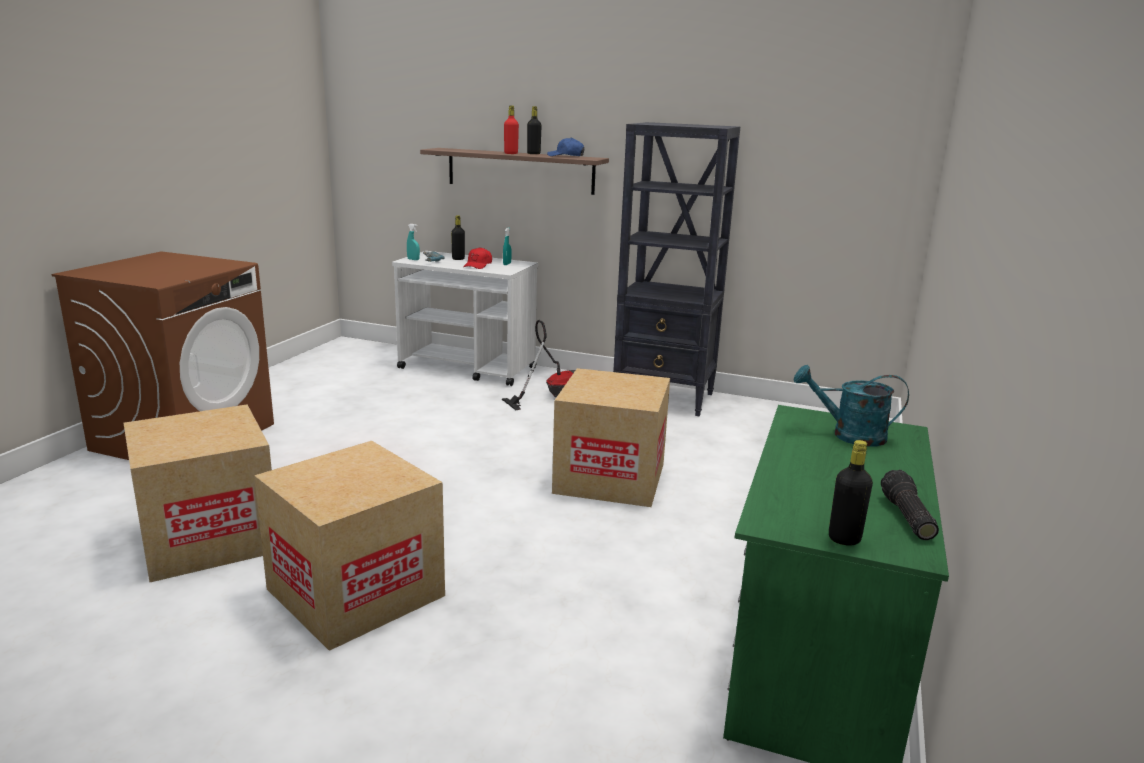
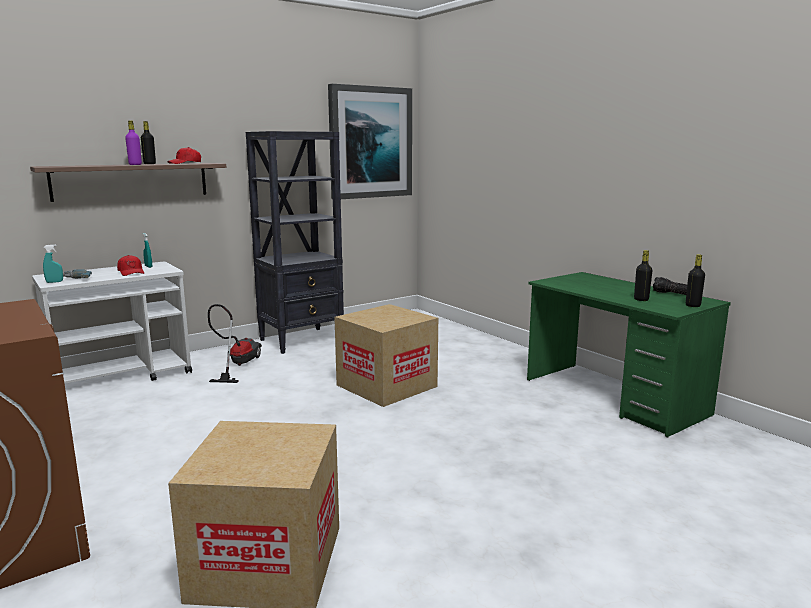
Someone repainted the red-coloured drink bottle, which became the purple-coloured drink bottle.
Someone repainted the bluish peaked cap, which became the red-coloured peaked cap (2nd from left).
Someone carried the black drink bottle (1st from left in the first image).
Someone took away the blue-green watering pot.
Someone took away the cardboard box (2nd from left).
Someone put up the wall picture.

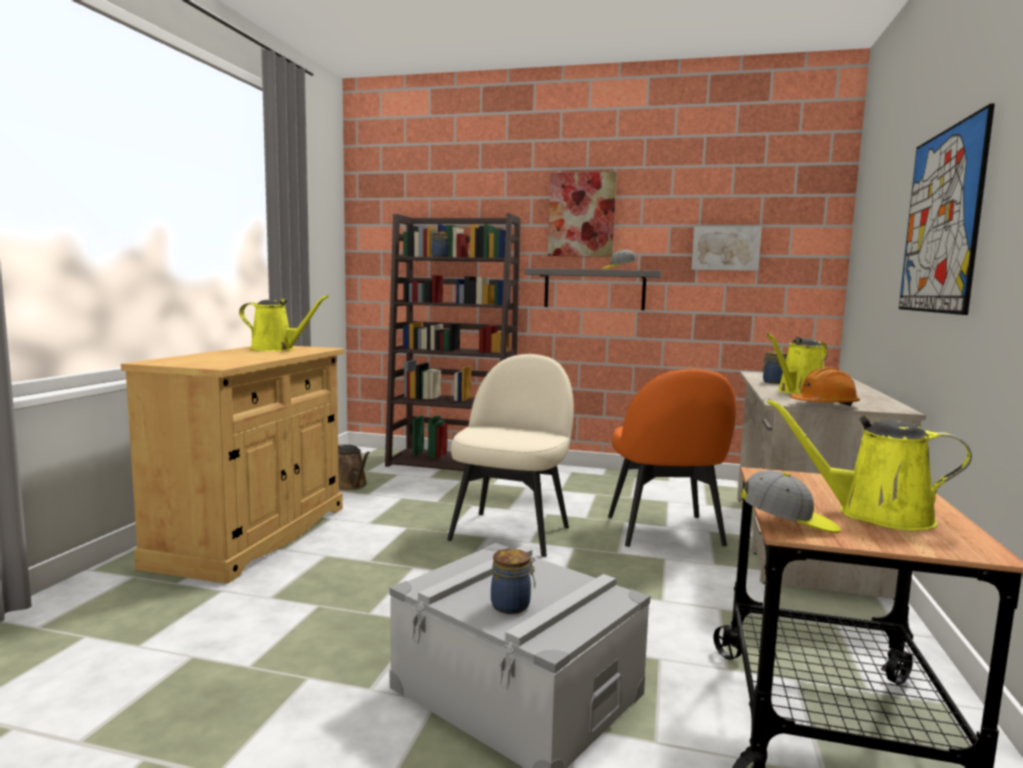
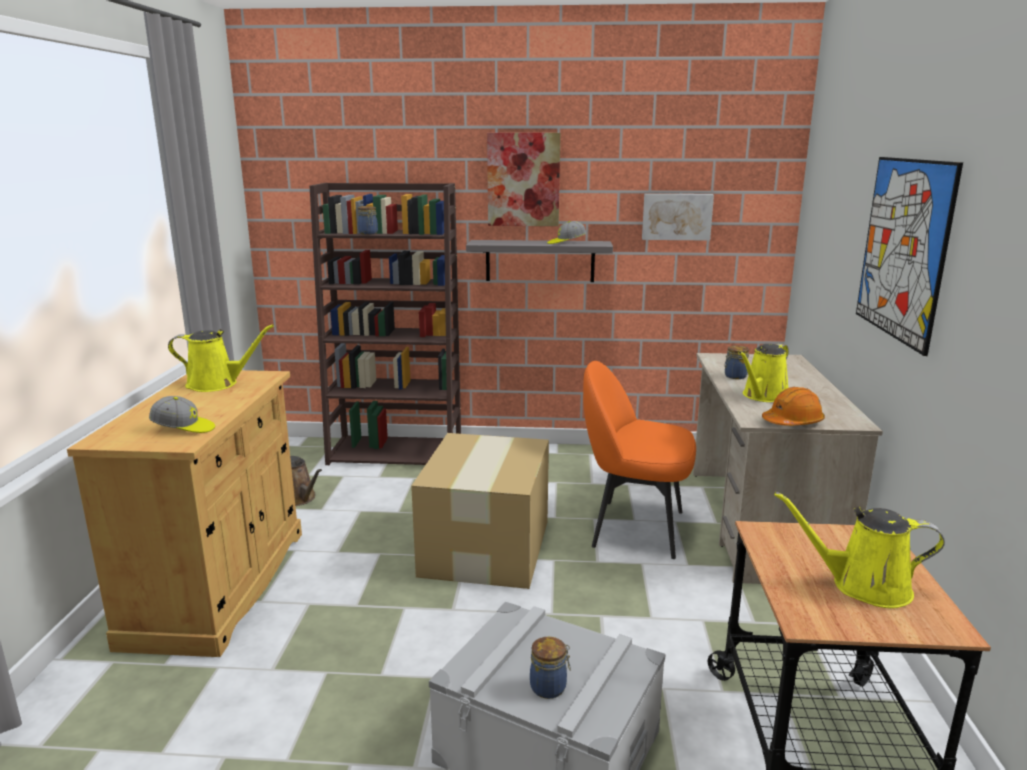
Someone swapped the beige-coloured upright chair for the cardboard box.
Someone rotated the orangey upright chair by 120 degrees clockwise.
Someone carried the peaked cap (2nd from left in the first image).

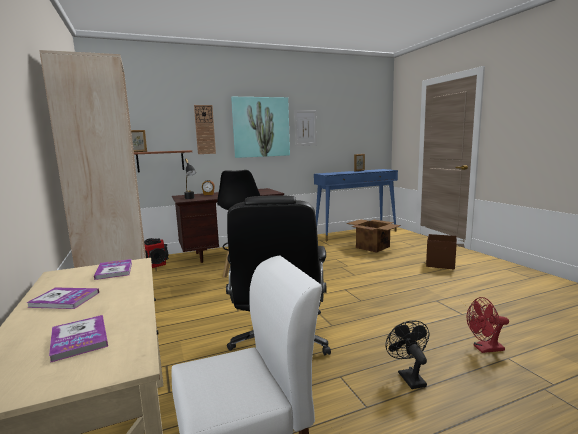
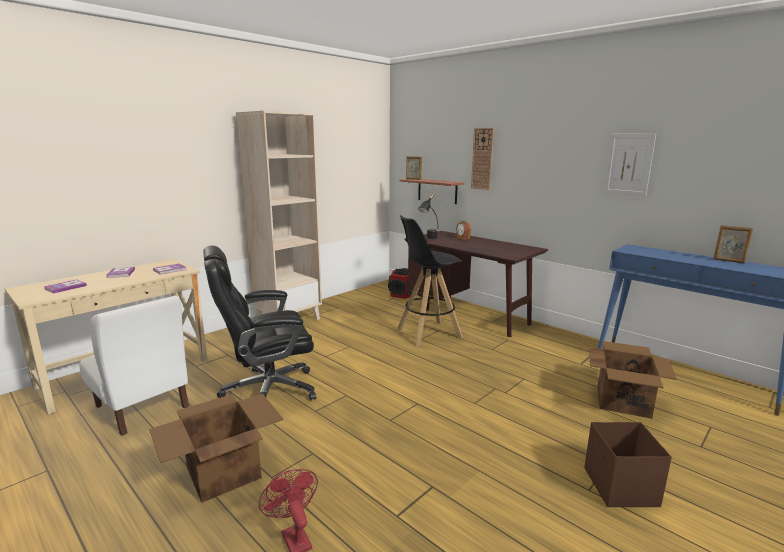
Someone took away the wall picture (1st from left).
Someone swapped the black fan for the cardboard box (1st from left).

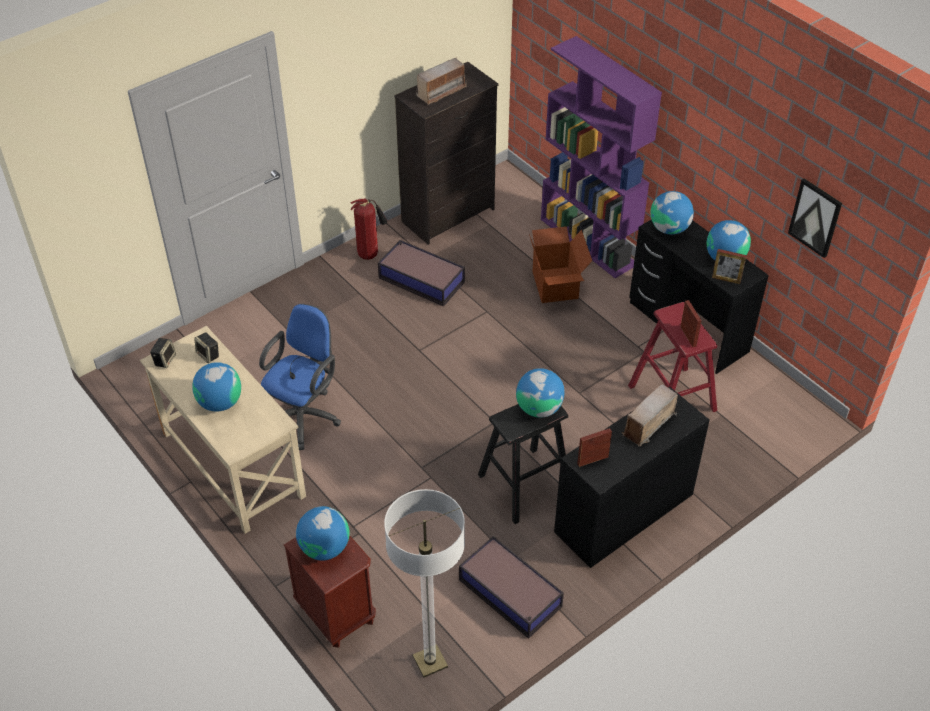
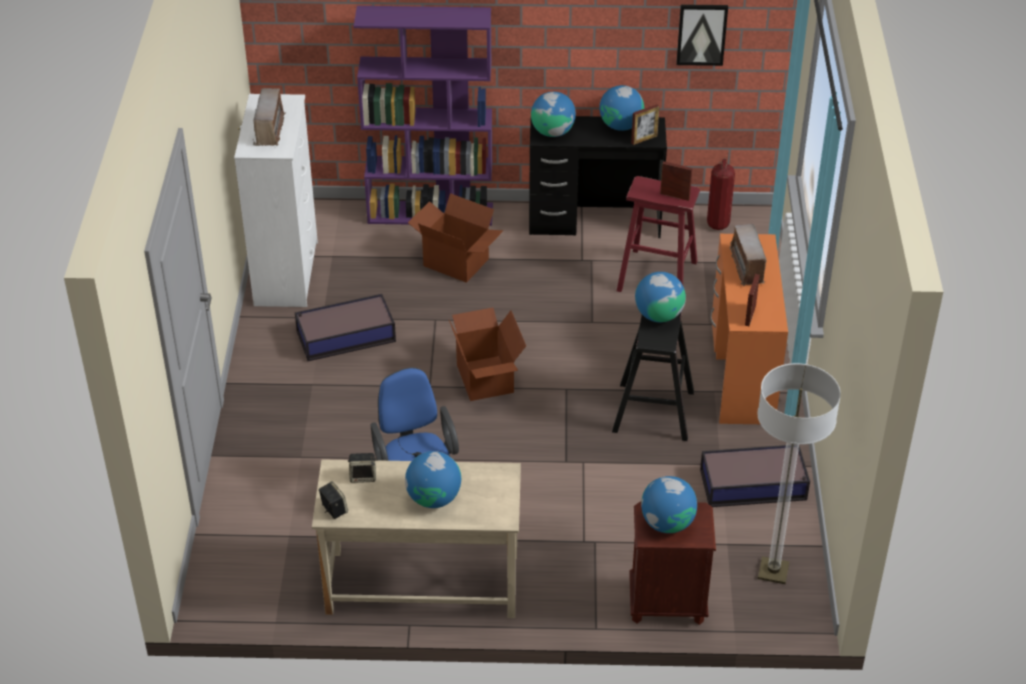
Someone repainted the black chest of drawers, which became the white-coloured chest of drawers.
Someone carried the extinguisher.
Someone repainted the black desk unit (1st from left), which became the orangey desk unit.
Someone put down the cardboard box (2nd from left).

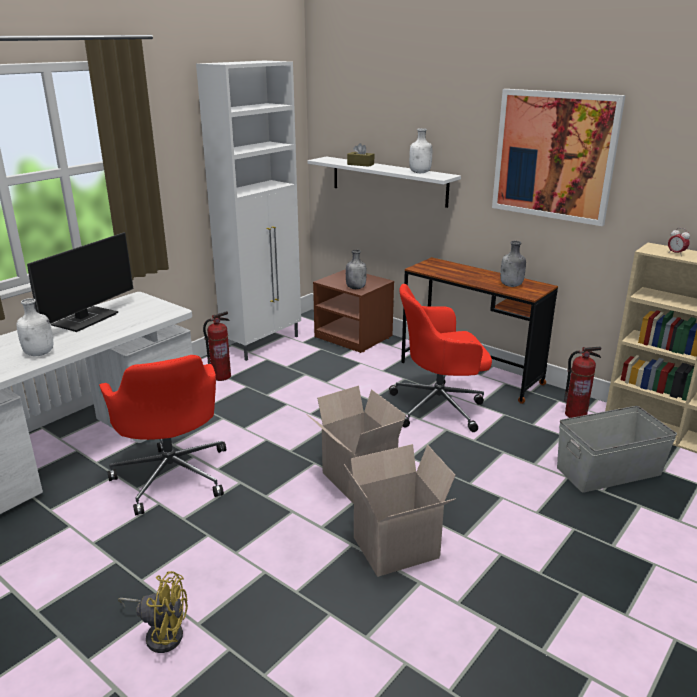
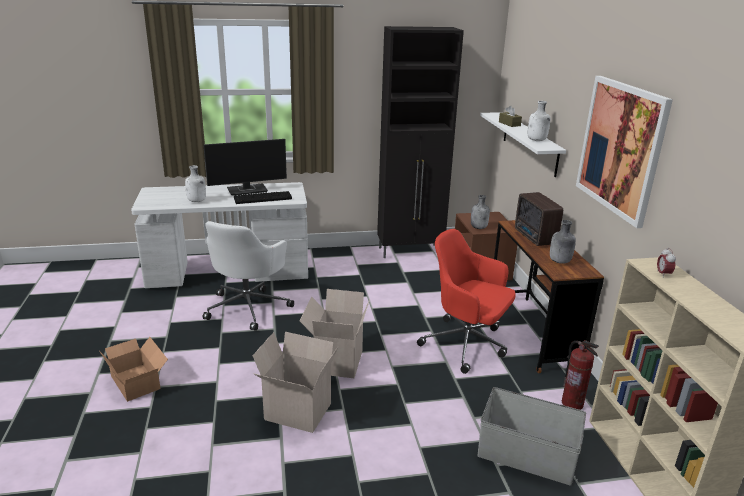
Someone repainted the white-coloured cabinet, which became the black cabinet.
Someone took away the extinguisher (1st from left).
Someone repainted the red-coloured desk chair (1st from left), which became the white-coloured desk chair.
Someone swapped the yellow fan for the cardboard box (1st from left).
Someone put down the computer keyboard.
Someone put down the radio receiver.

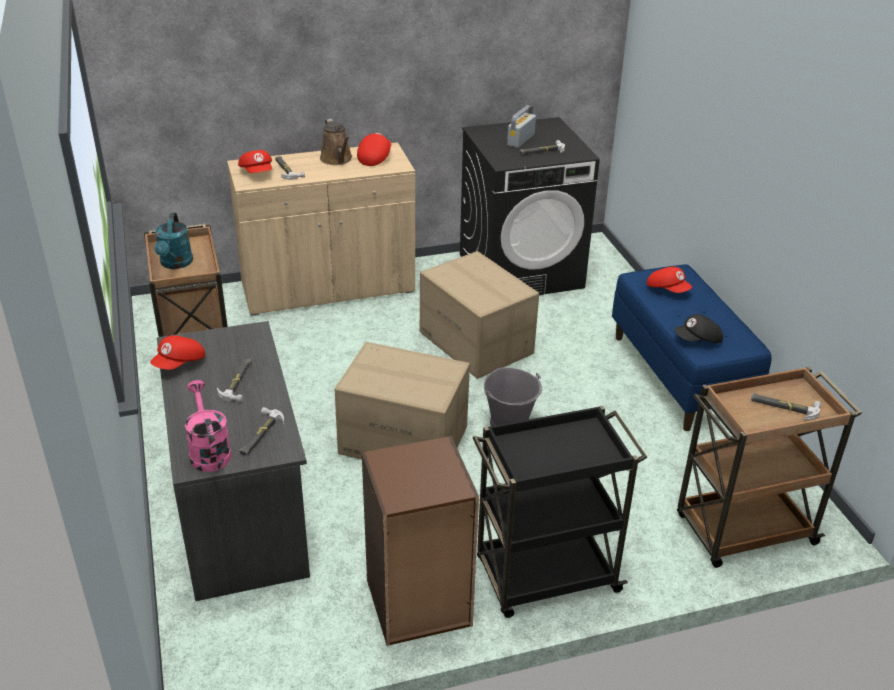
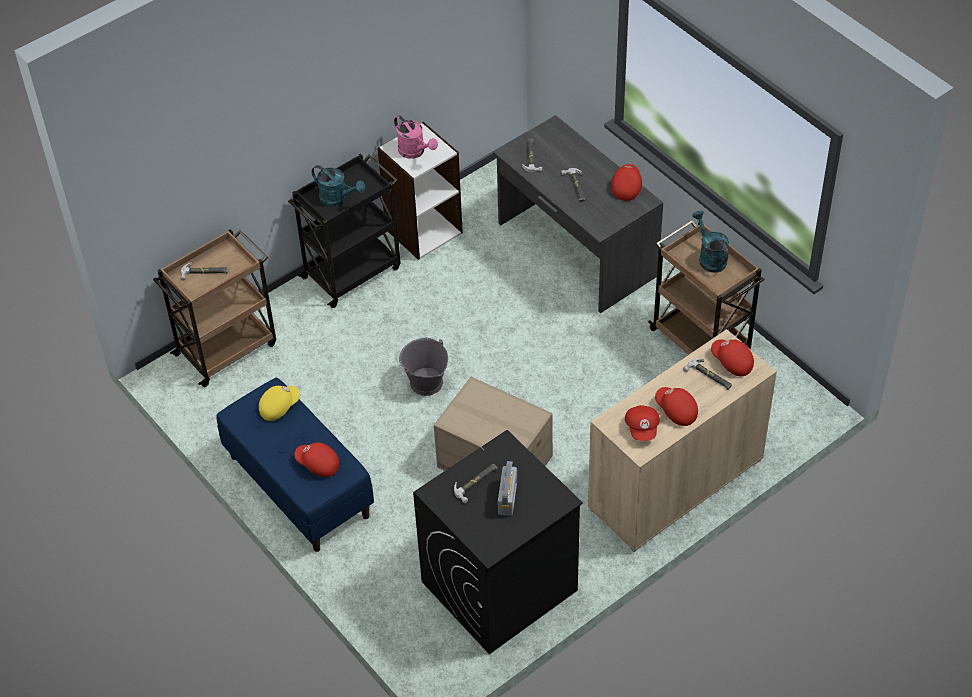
Someone swapped the brownish watering pot for the red-coloured peaked cap (4th from left).
Someone repainted the black peaked cap, which became the yellow peaked cap.
Someone took away the cardboard box (1st from left).
Someone carried the pink-coloured watering pot.
Someone repainted the brownish shelving unit, which became the white-coloured shelving unit.
Someone put down the blue-green watering pot (1st from left).

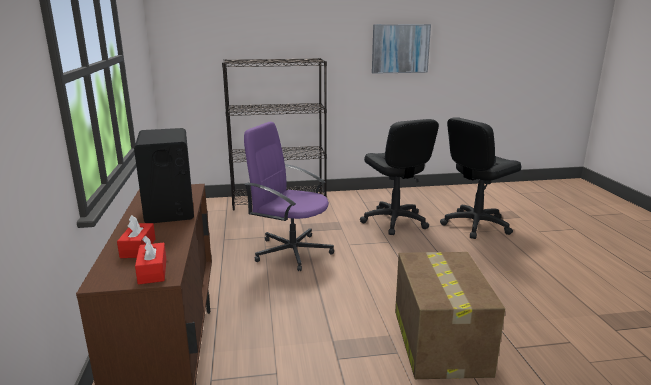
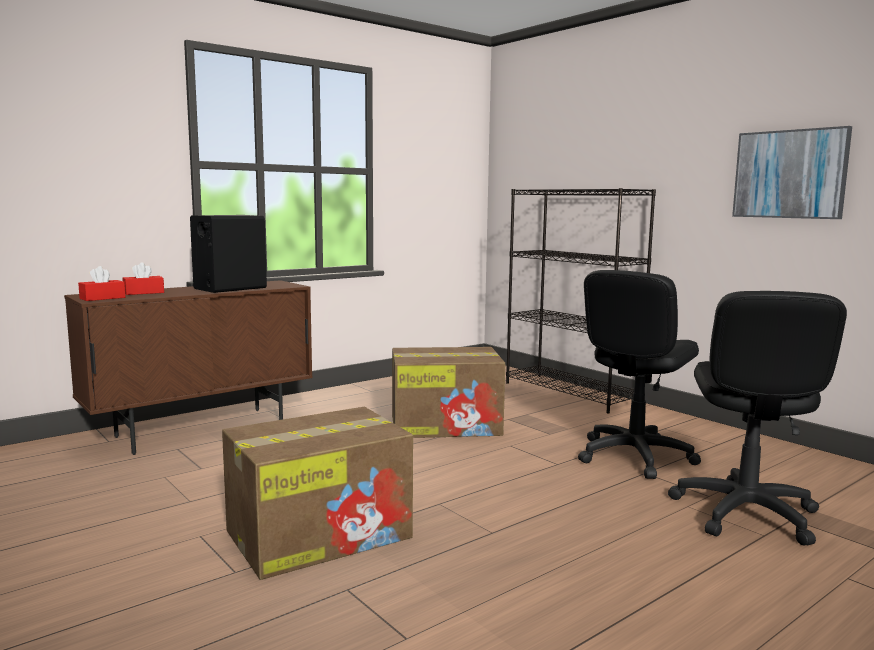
Someone rotated the black desk chair (2nd from left) by 105 degrees counterclockwise.
Someone swapped the purple-coloured desk chair for the cardboard box (2nd from left).

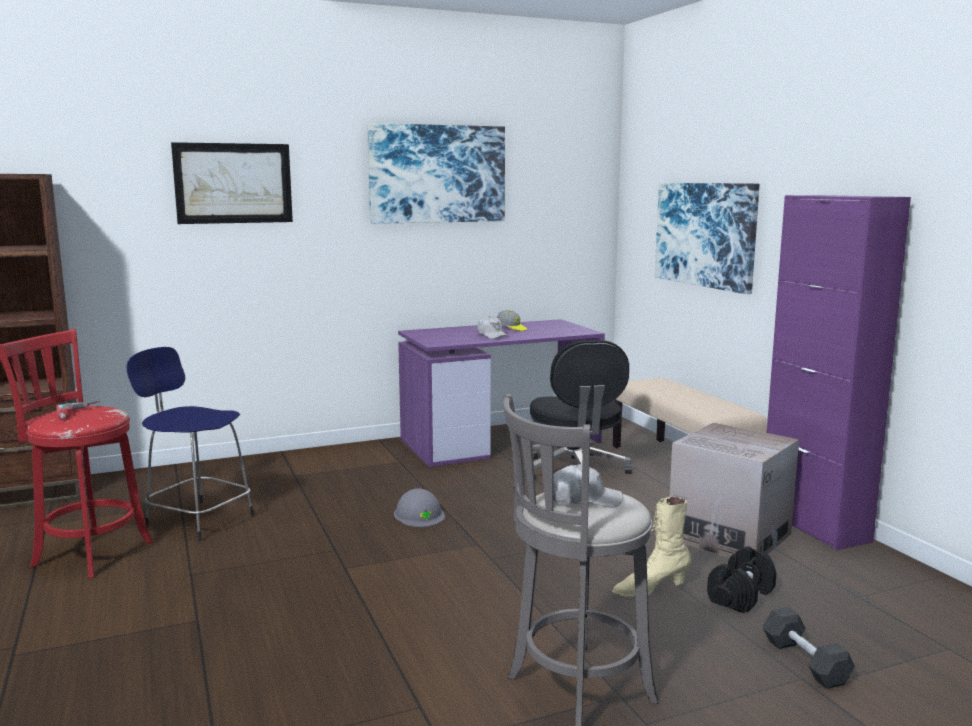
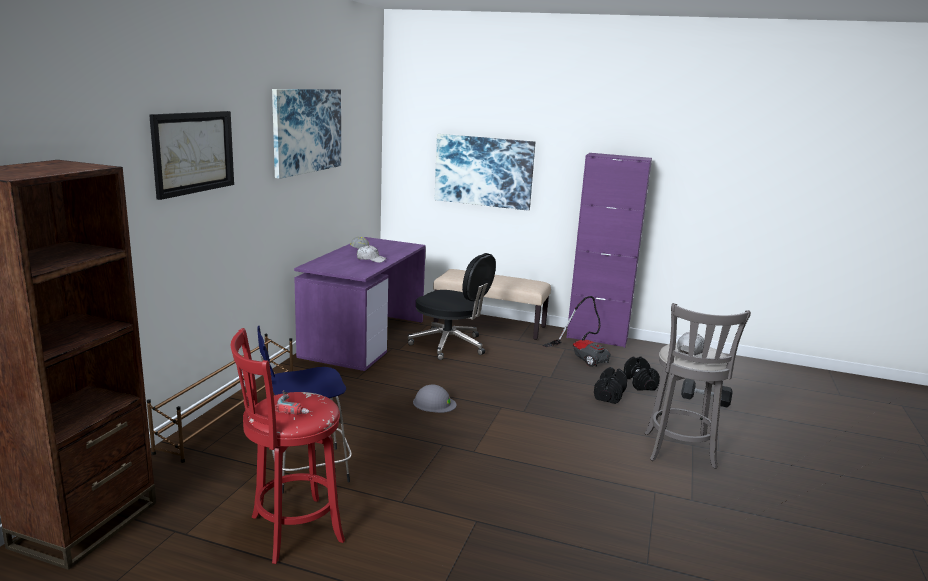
Someone swapped the cardboard box for the vacuum cleaner.
Someone swapped the beige-coloured high-top boot for the black dumbbell (1st from left).
Someone put down the brownish shoe stand.

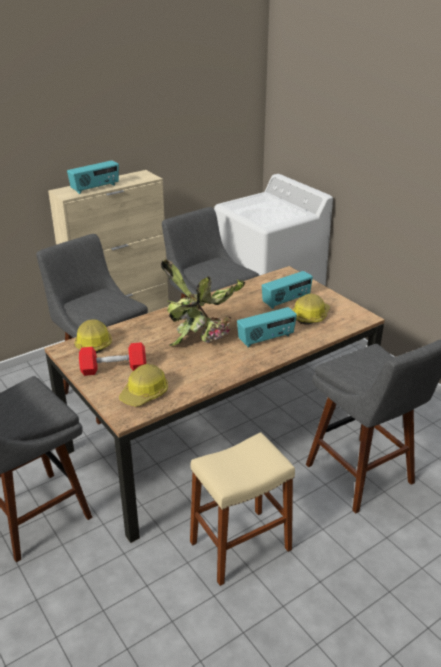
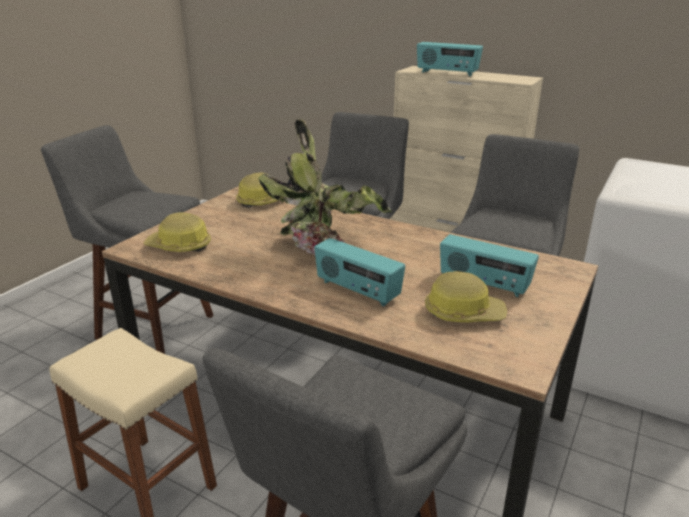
Someone took away the red-coloured dumbbell.

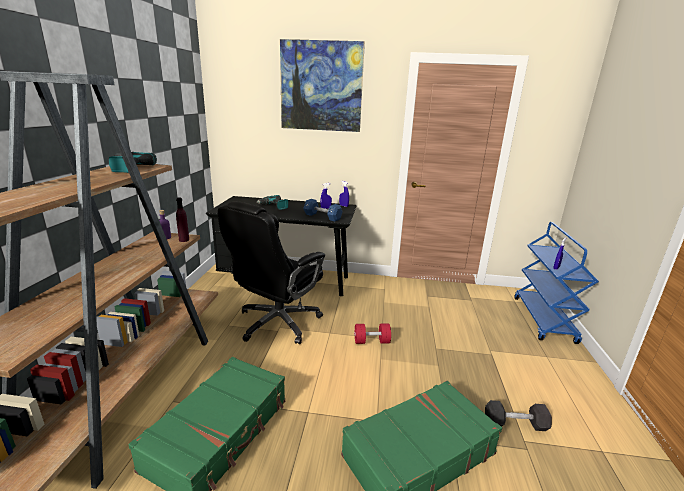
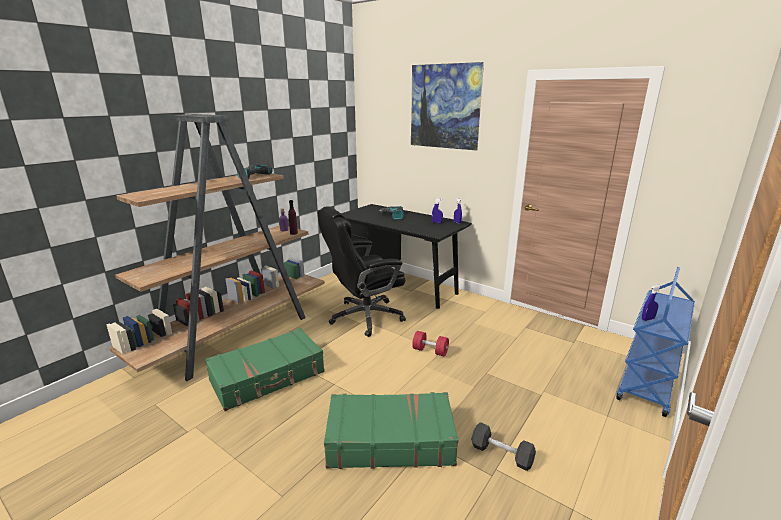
Someone took away the bluish dumbbell.

